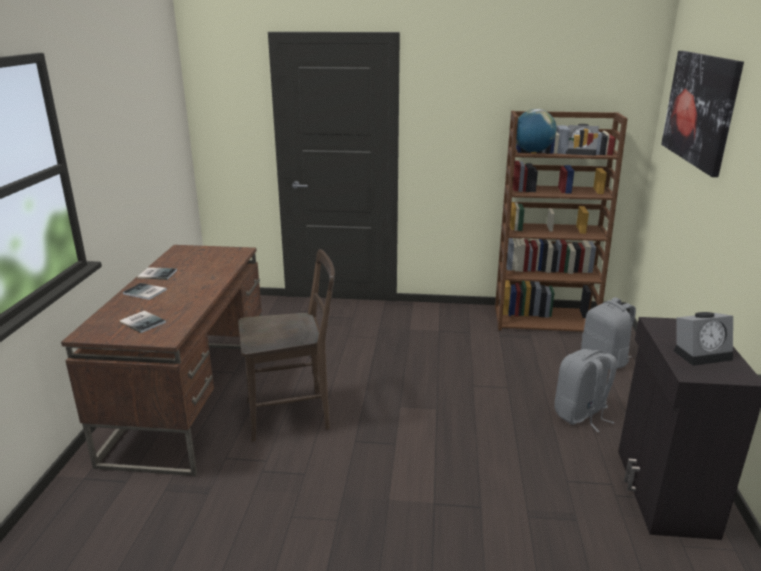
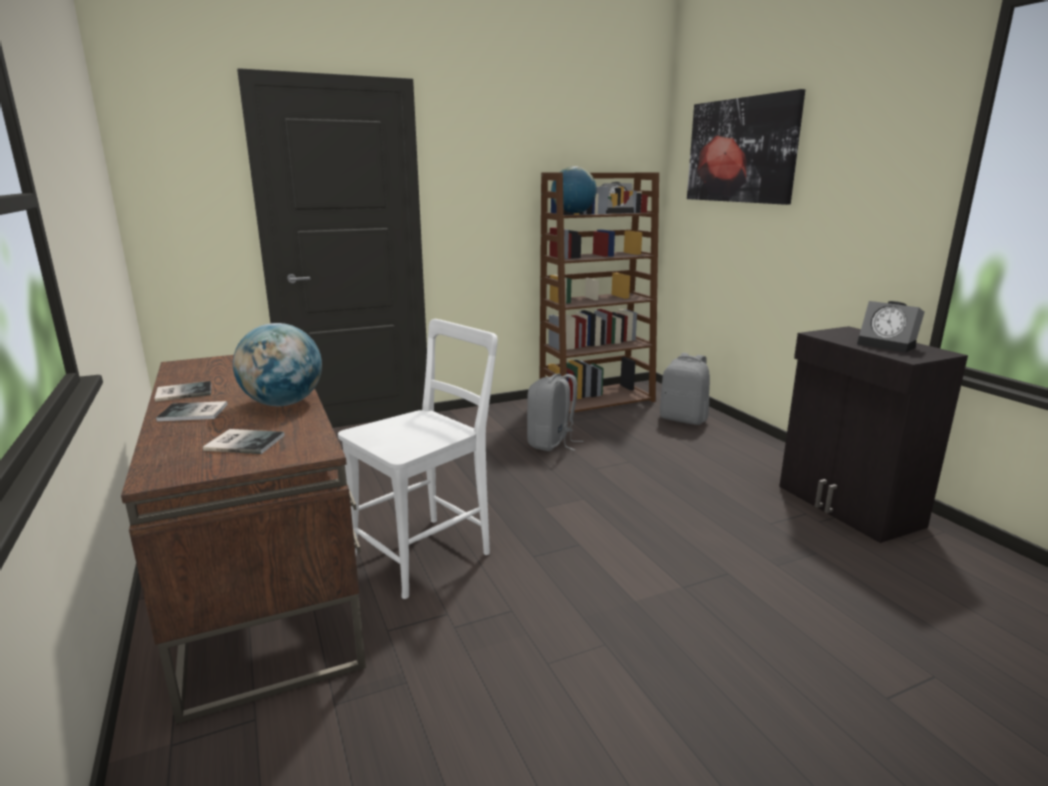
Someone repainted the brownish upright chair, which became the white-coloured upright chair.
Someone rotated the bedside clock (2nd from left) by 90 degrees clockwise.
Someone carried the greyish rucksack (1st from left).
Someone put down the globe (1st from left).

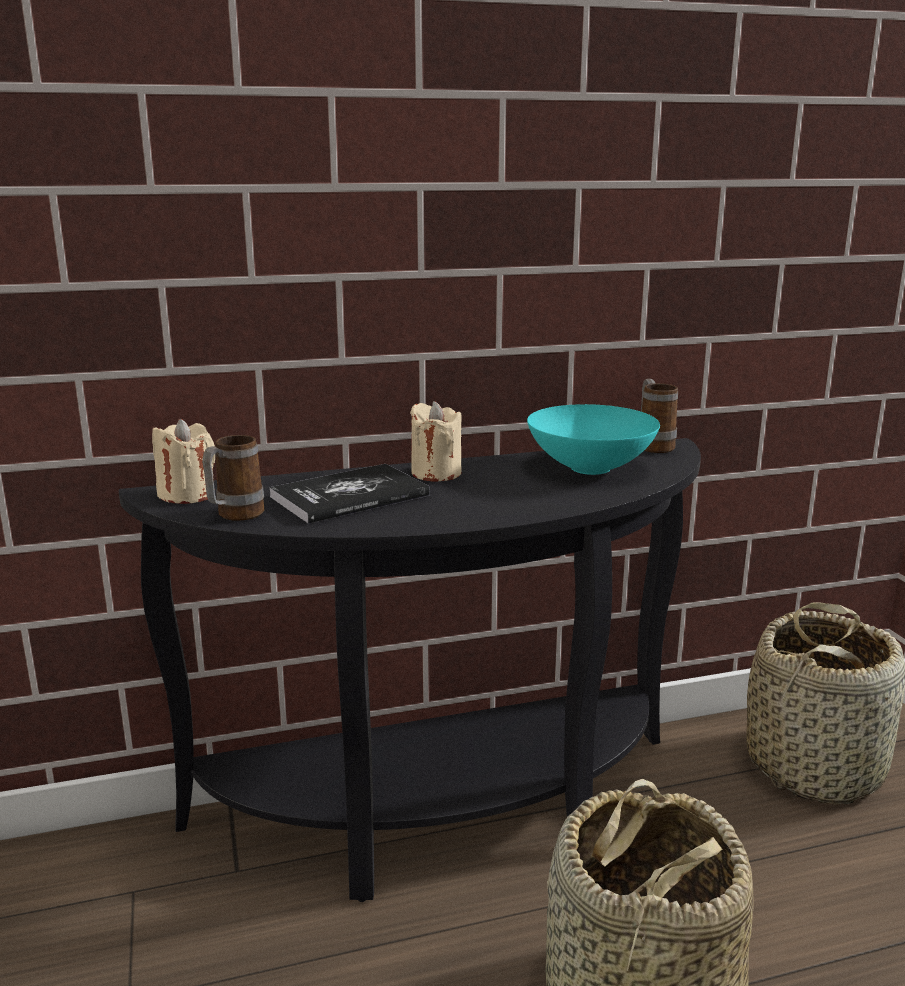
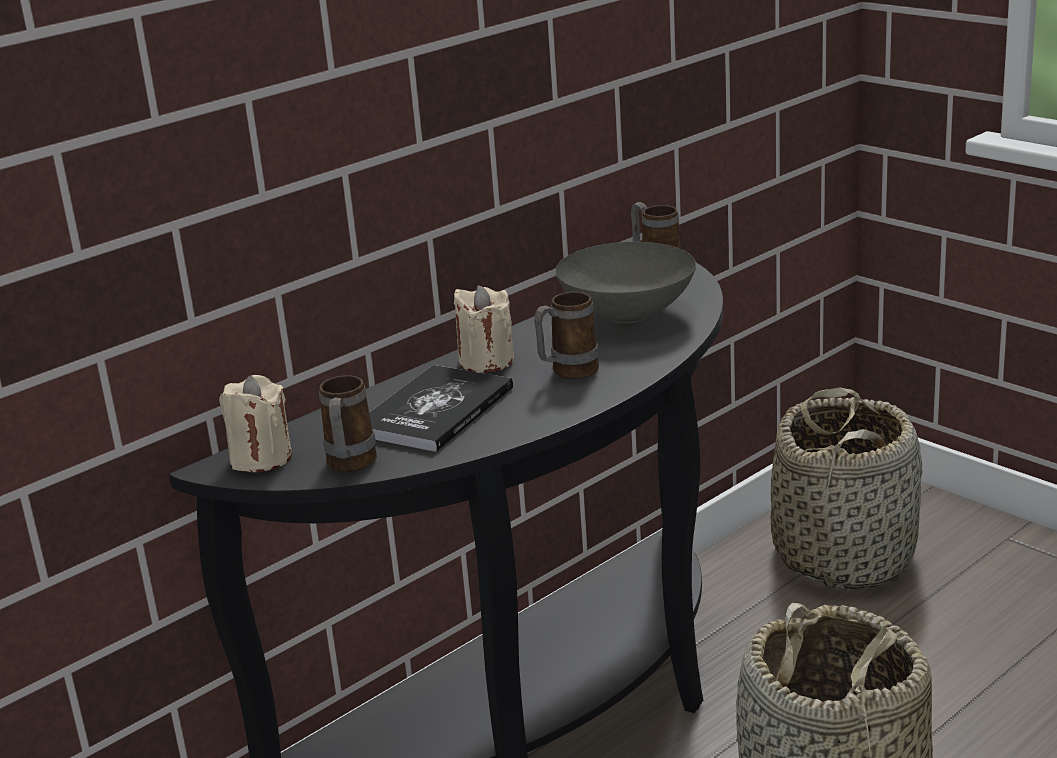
Someone repainted the blue-green serving bowl, which became the greyish serving bowl.
Someone put down the mug (2nd from left).

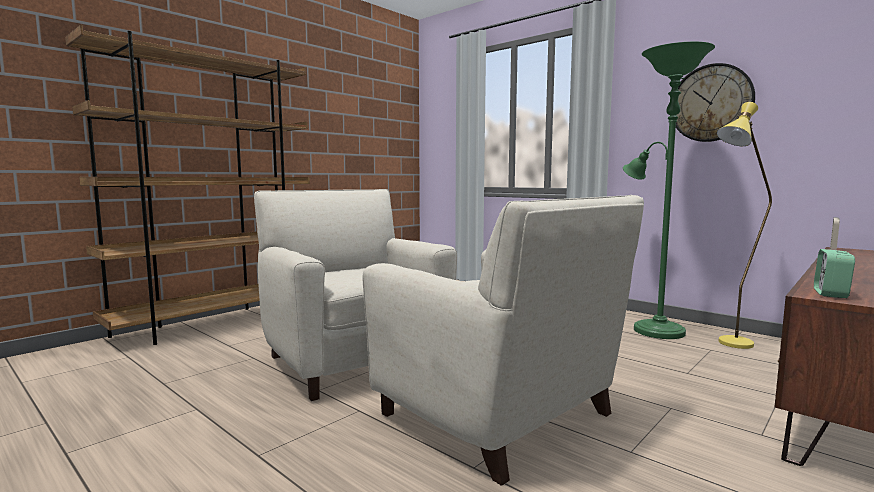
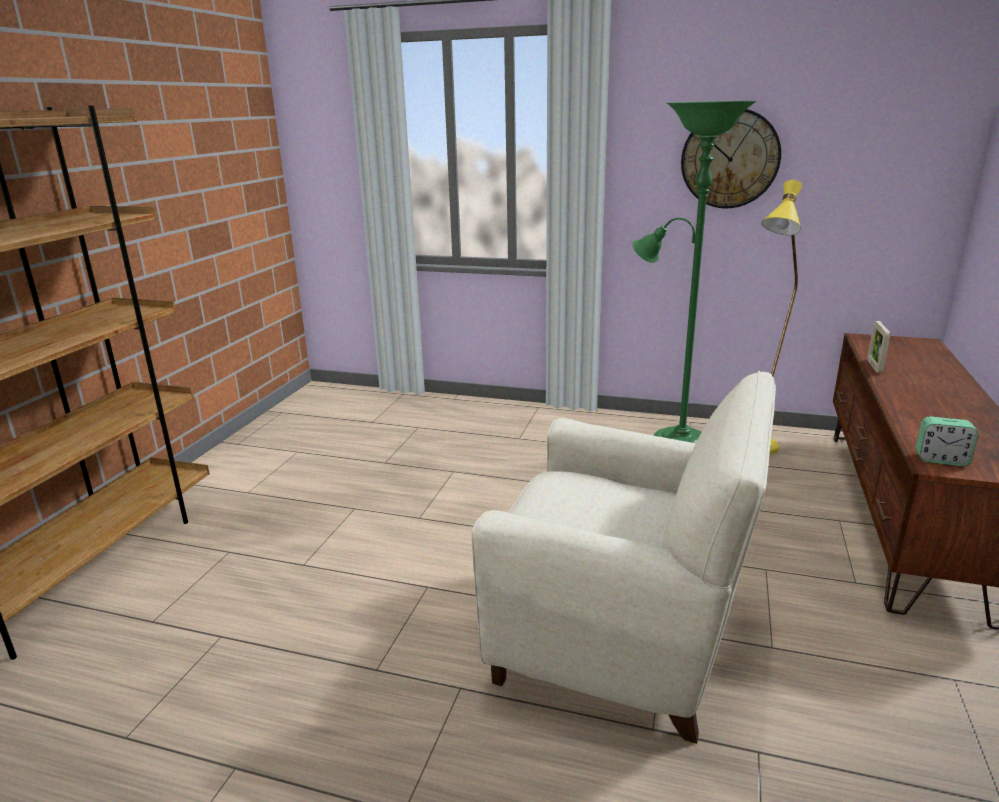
Someone took away the beige-coloured easy chair (1st from left).
Someone rotated the bedside clock by 75 degrees counterclockwise.

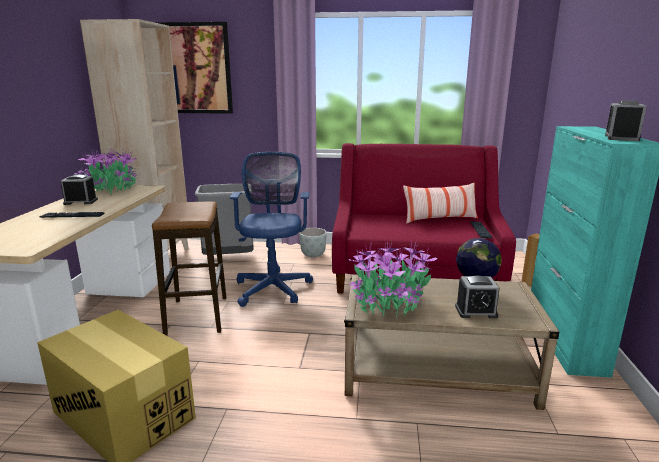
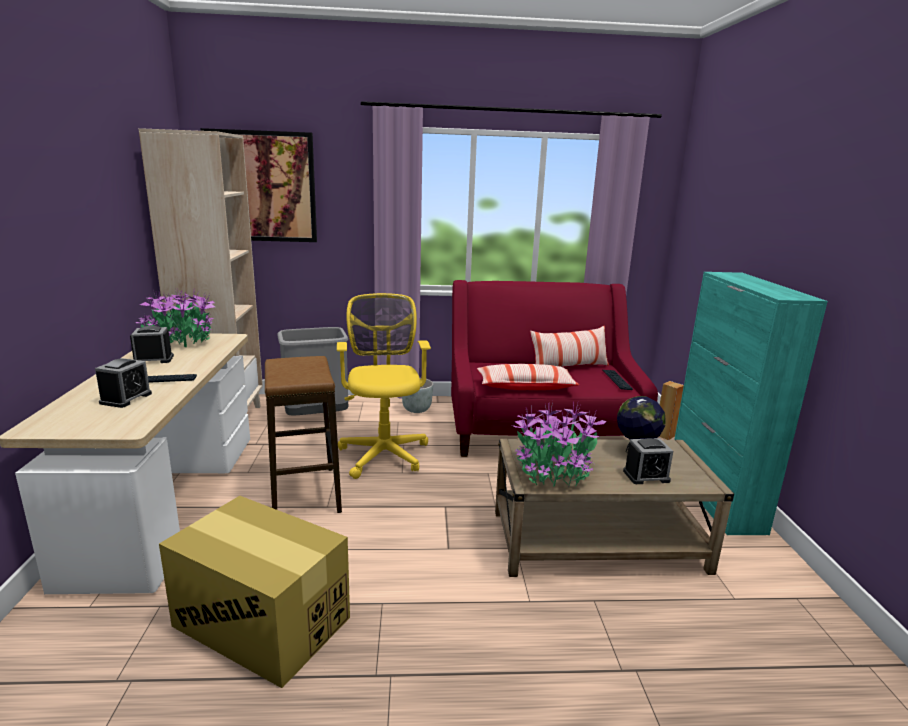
Someone carried the bedside clock (3rd from left in the first image).
Someone repainted the bluish desk chair, which became the yellow desk chair.
Someone put down the cushion (1st from left).

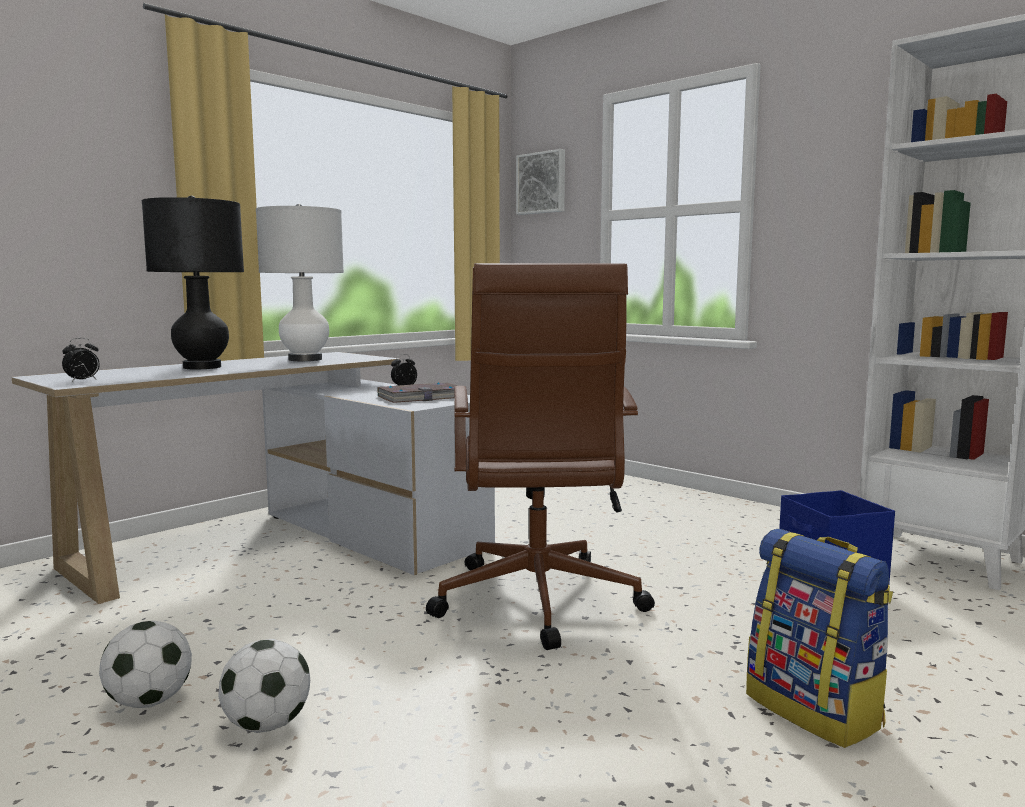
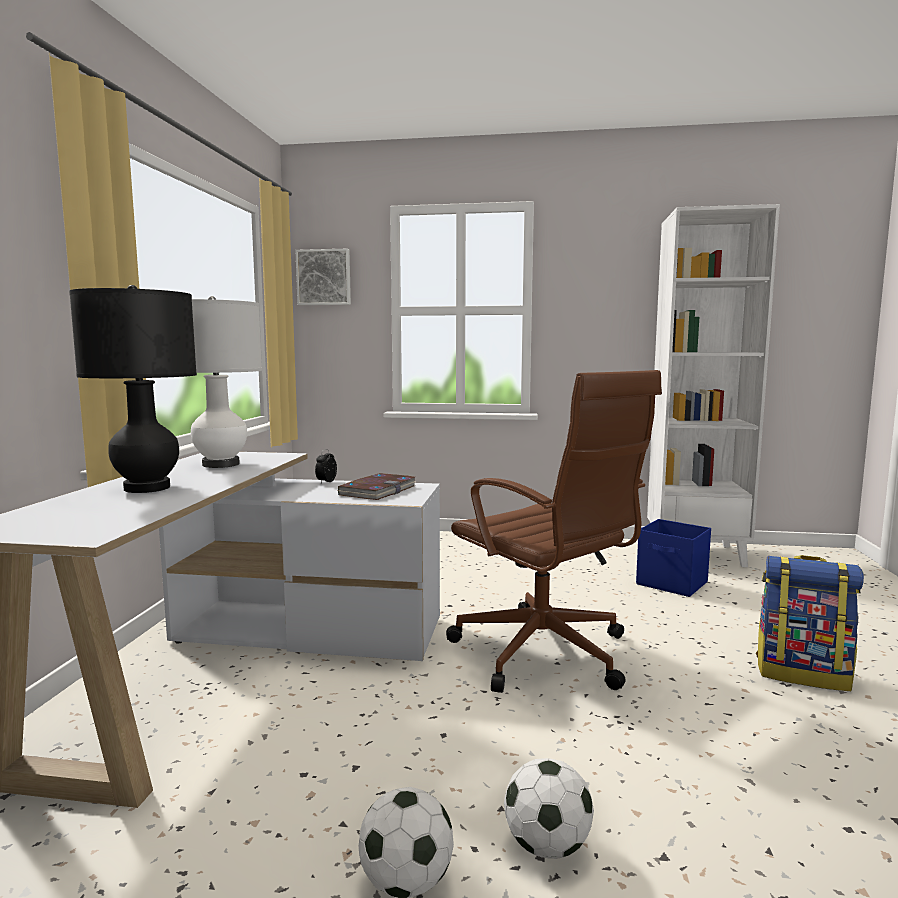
Someone took away the bedside clock (1st from left).

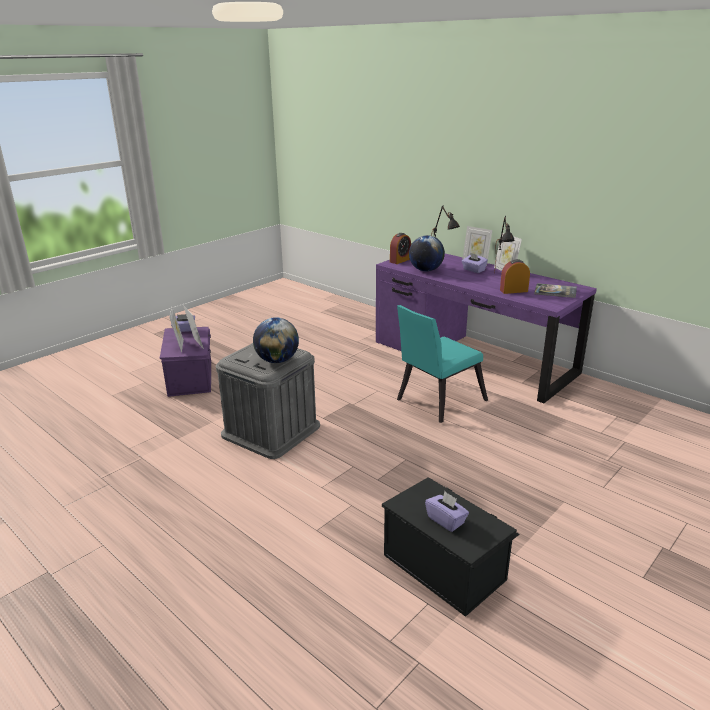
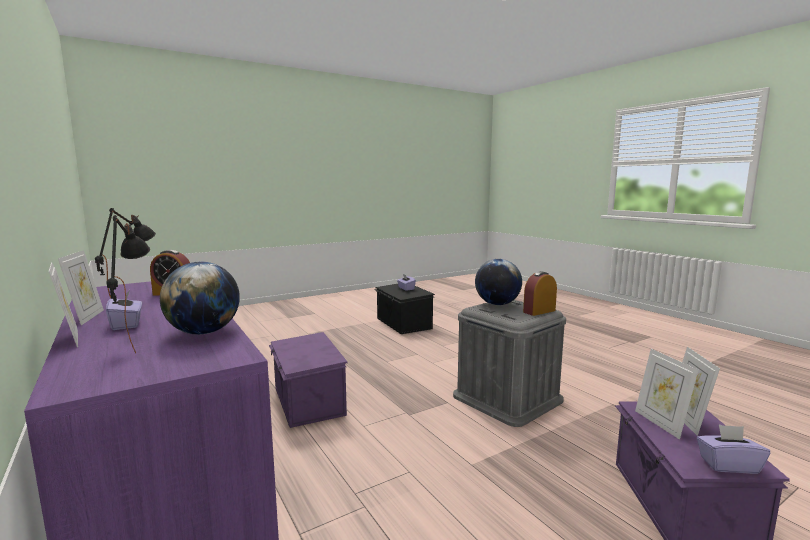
Someone carried the bedside clock (1st from left in the first image).
Someone took away the volume.
Someone swapped the blue-green upright chair for the purple-coloured storage box (1st from left).

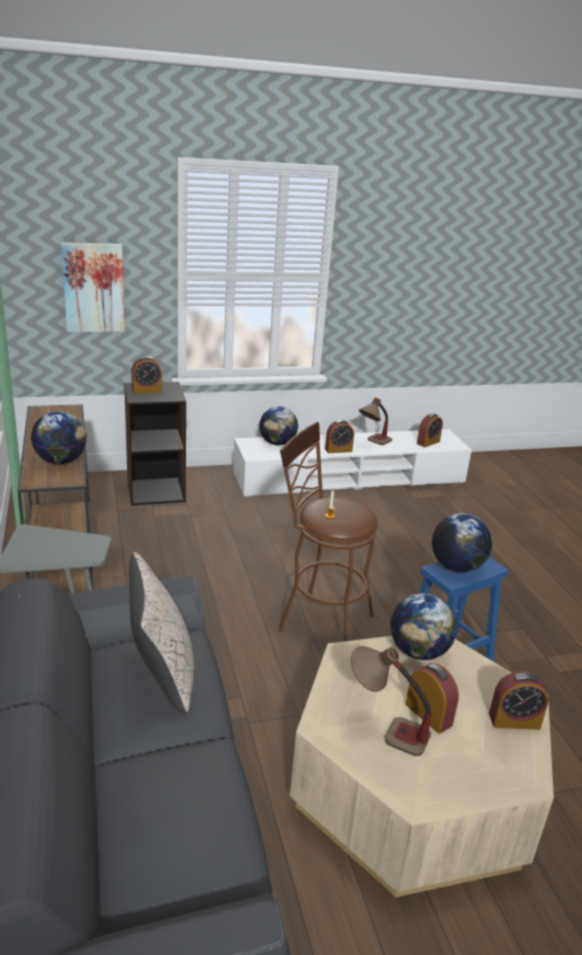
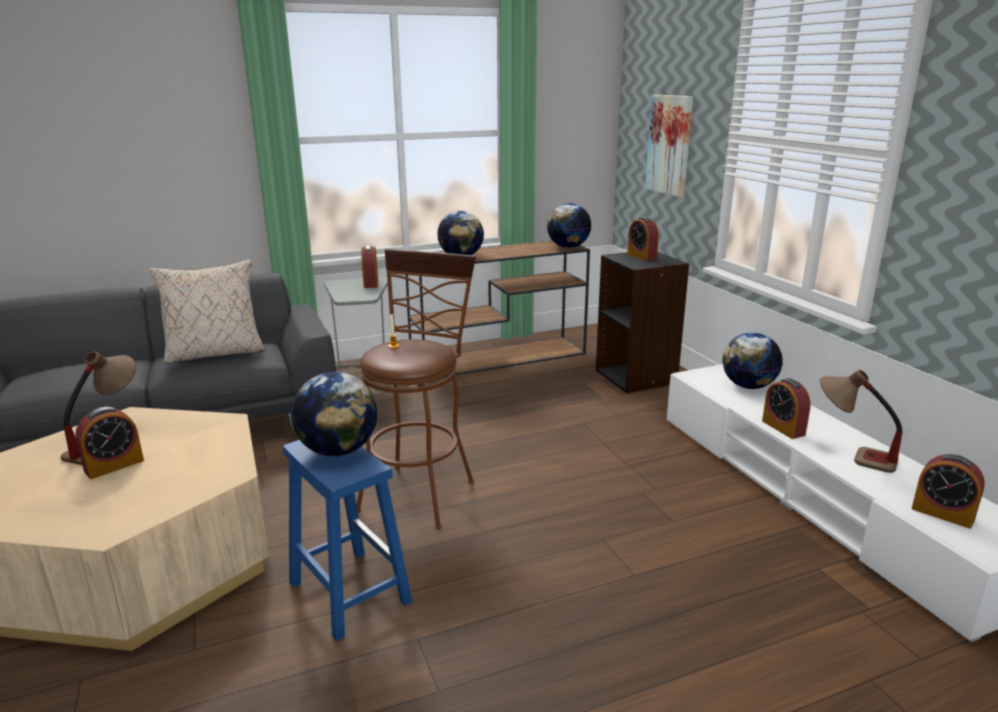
Someone carried the globe (3rd from left).
Someone carried the bedside clock (5th from left in the first image).

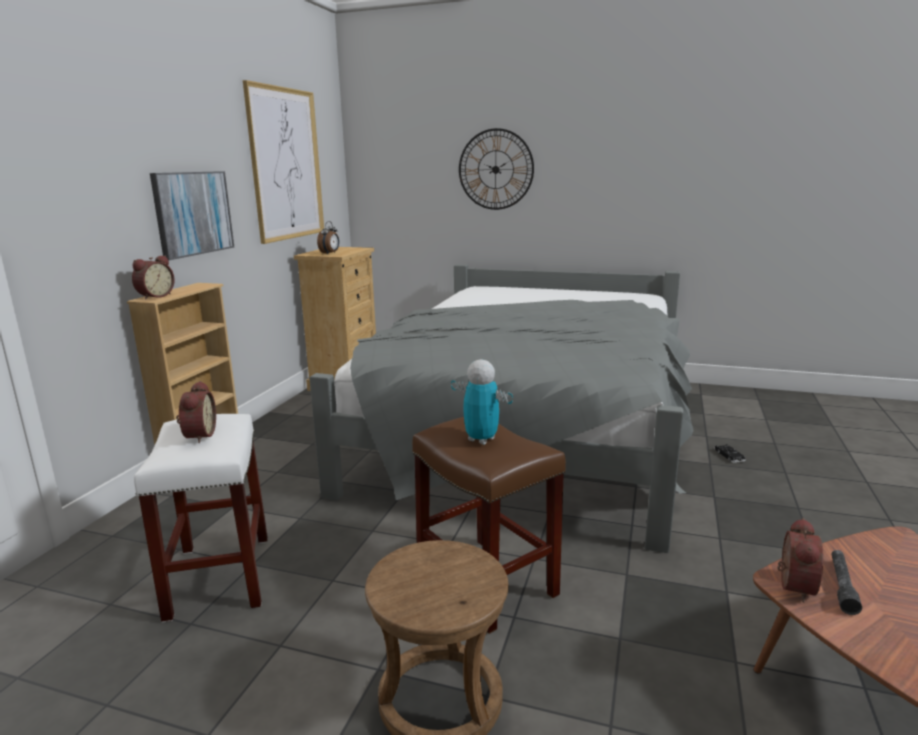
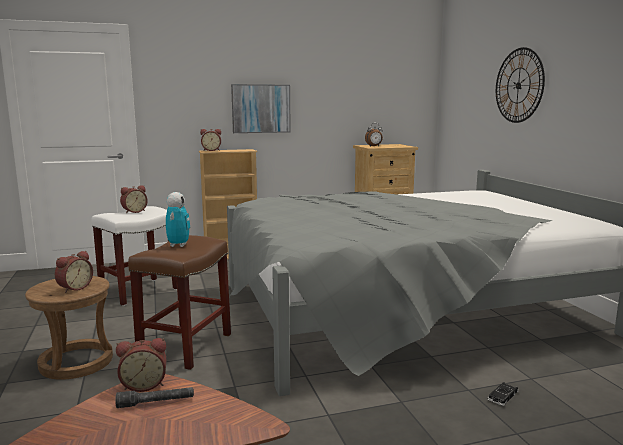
Someone took away the wall picture (2nd from left).
Someone put down the bedside clock (1st from left).

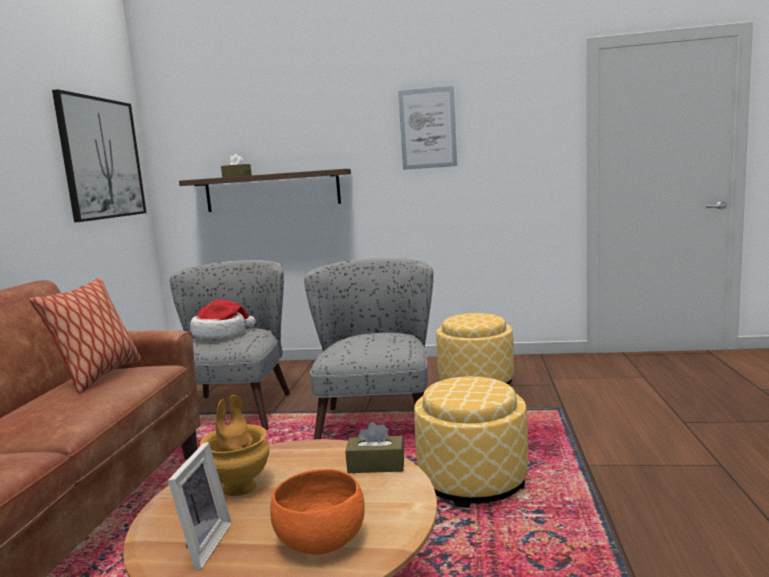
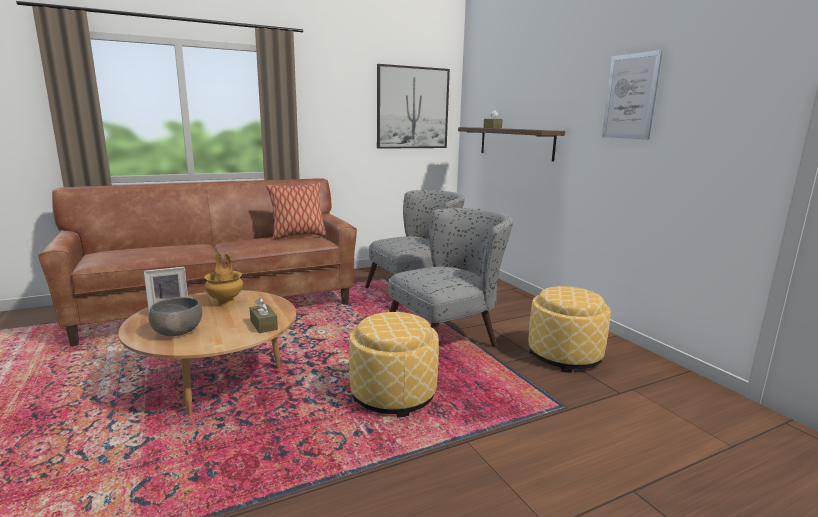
Someone took away the hat.
Someone repainted the orangey serving bowl, which became the greyish serving bowl.

